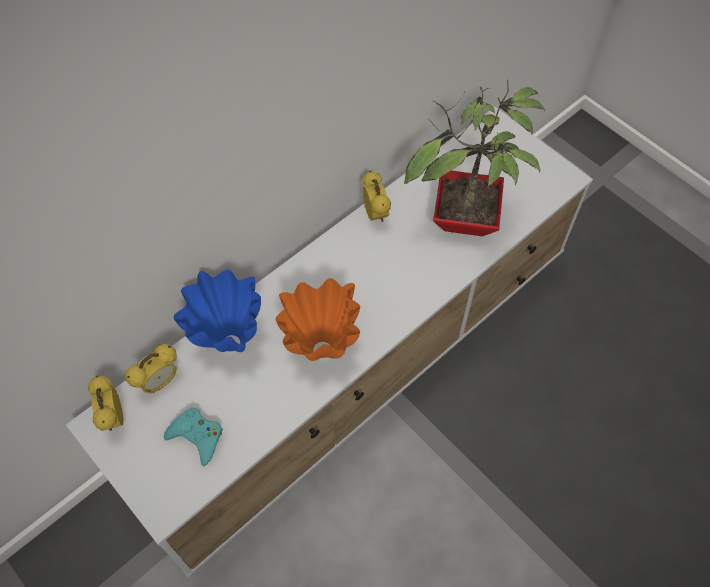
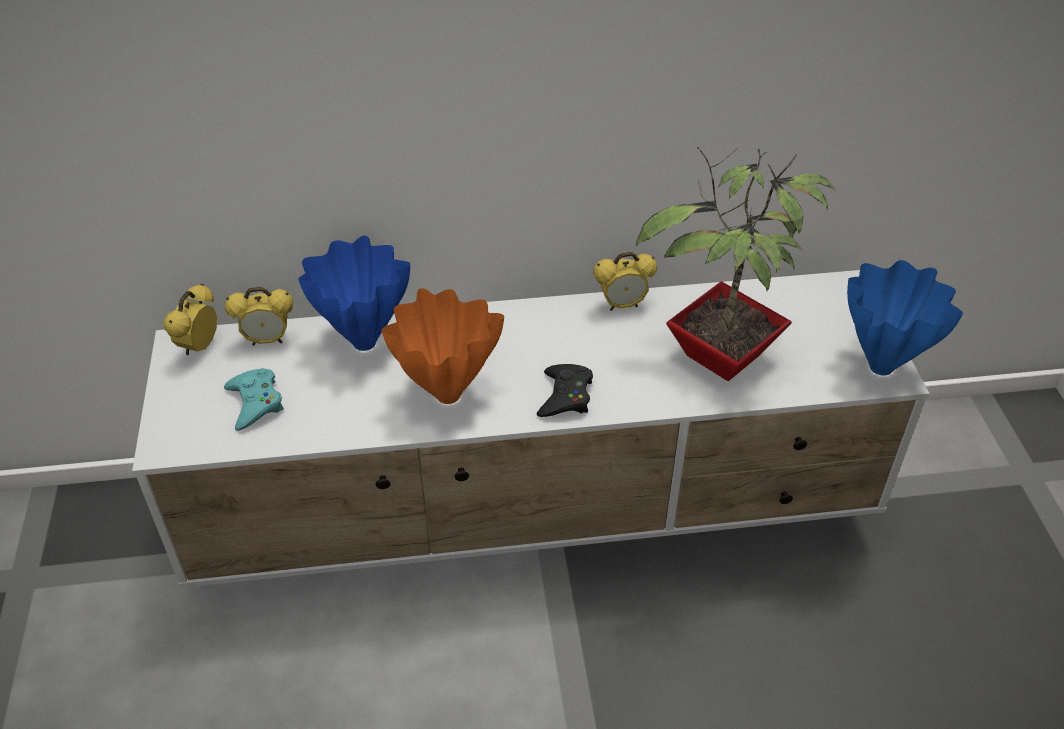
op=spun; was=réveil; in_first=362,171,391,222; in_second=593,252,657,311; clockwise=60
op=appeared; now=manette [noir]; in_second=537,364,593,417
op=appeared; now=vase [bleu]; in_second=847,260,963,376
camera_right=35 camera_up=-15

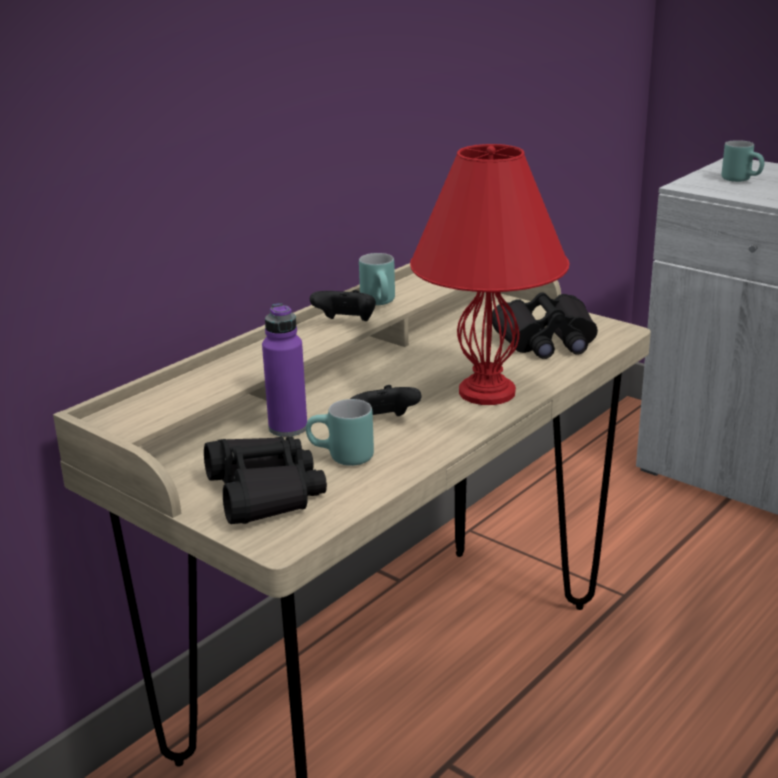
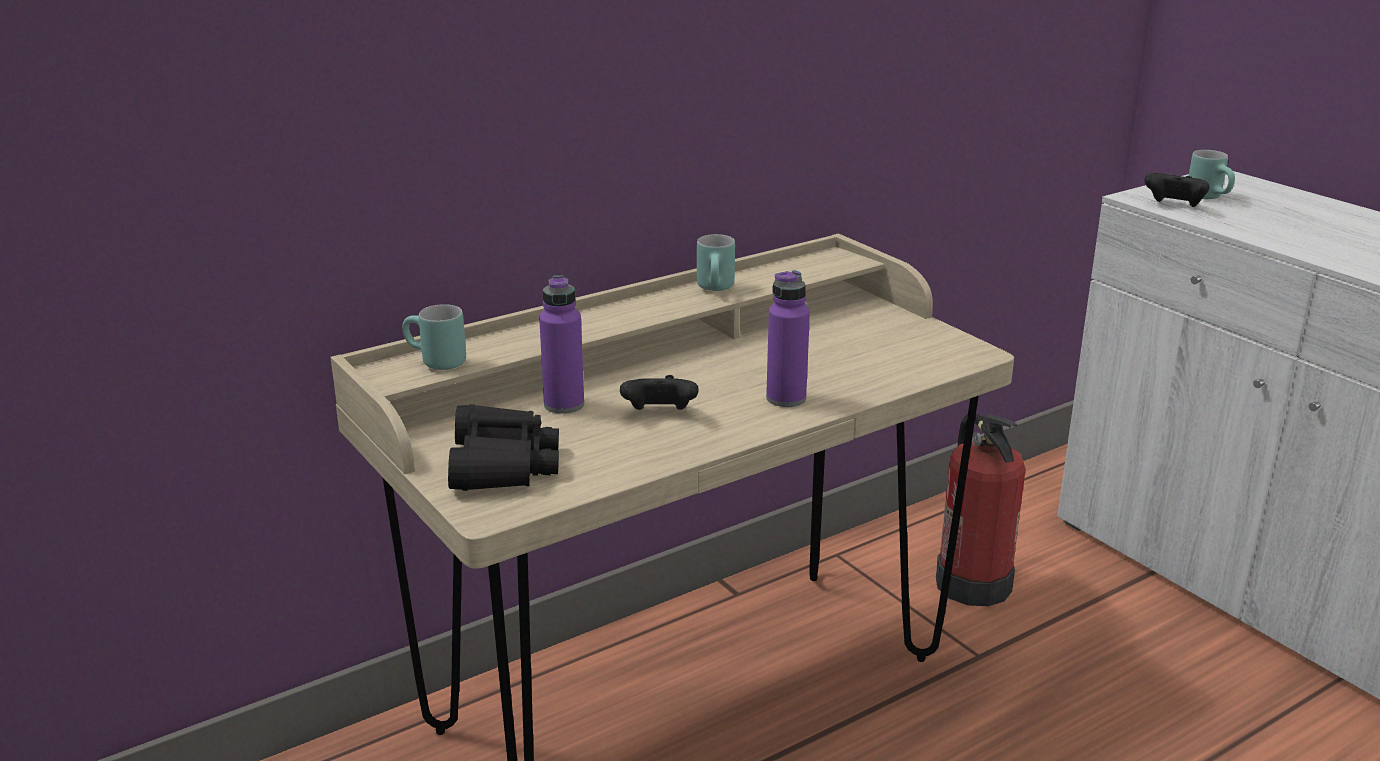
op=relocated; was=mug [turquoise]; in_first=306,399,374,466; in_second=402,304,466,370
op=relocated; was=manette [noir]; in_first=310,290,376,321; in_second=1144,173,1210,207
op=exchanged; was=lampe de table [rouge]; now=bouteille [violet]; in_first=410,144,570,405; in_second=766,270,810,407
op=missing; was=jumelles [noir]; in_first=492,292,598,359
op=appeared; now=extincteur; in_second=936,413,1026,606
camera_right=15 camera_up=0

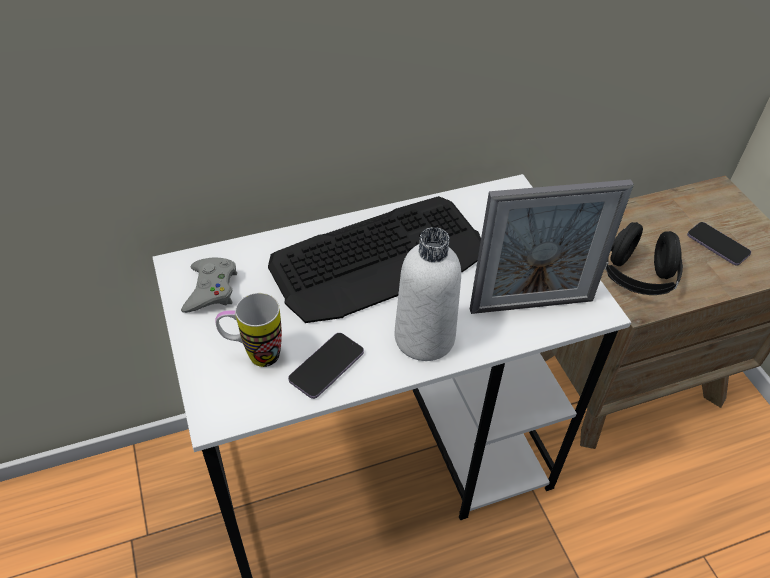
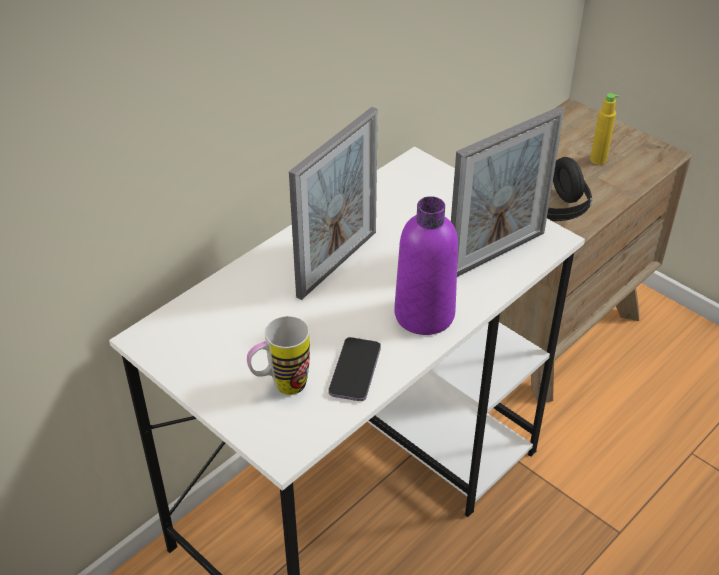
op=missing; was=manette [gris]; in_first=181,257,237,313
op=exchanged; was=clavier; now=cadre photo; in_first=268,196,481,323; in_second=289,107,378,300
op=colour; was=bouteille [blanc]; now=bouteille [violet]; in_first=394,227,461,361; in_second=394,196,458,335
op=exchanged; was=téléphone; now=bouteille [jaune]; in_first=687,222,751,266; in_second=590,93,619,165
camera_right=-25 camera_up=-5

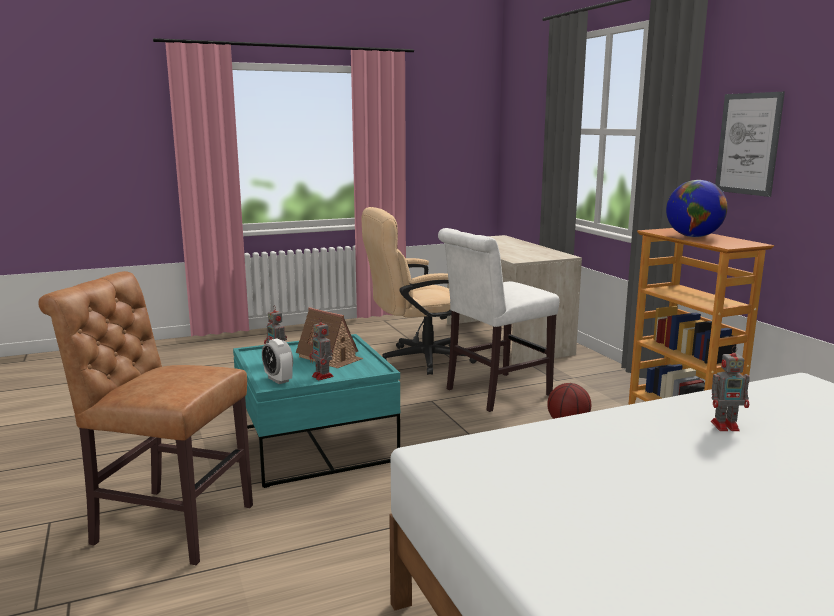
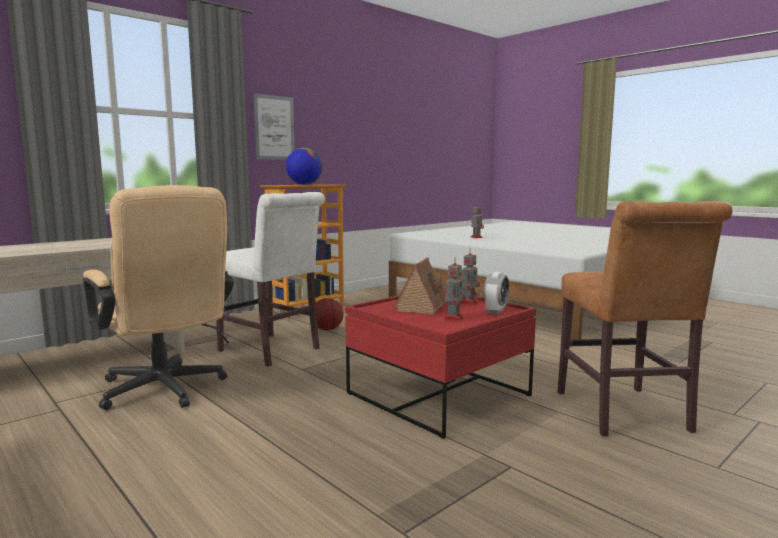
op=colour; was=table basse [turquoise]; now=table basse [rouge]; in_first=233,334,400,488; in_second=345,289,536,439
camera_right=-110 camera_up=-5

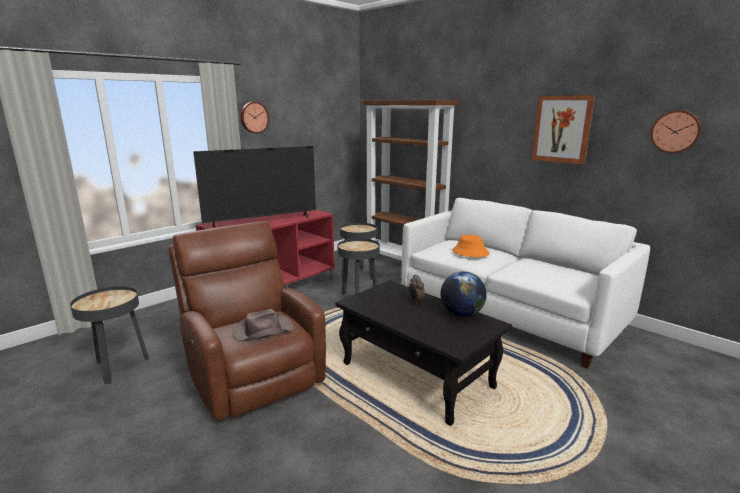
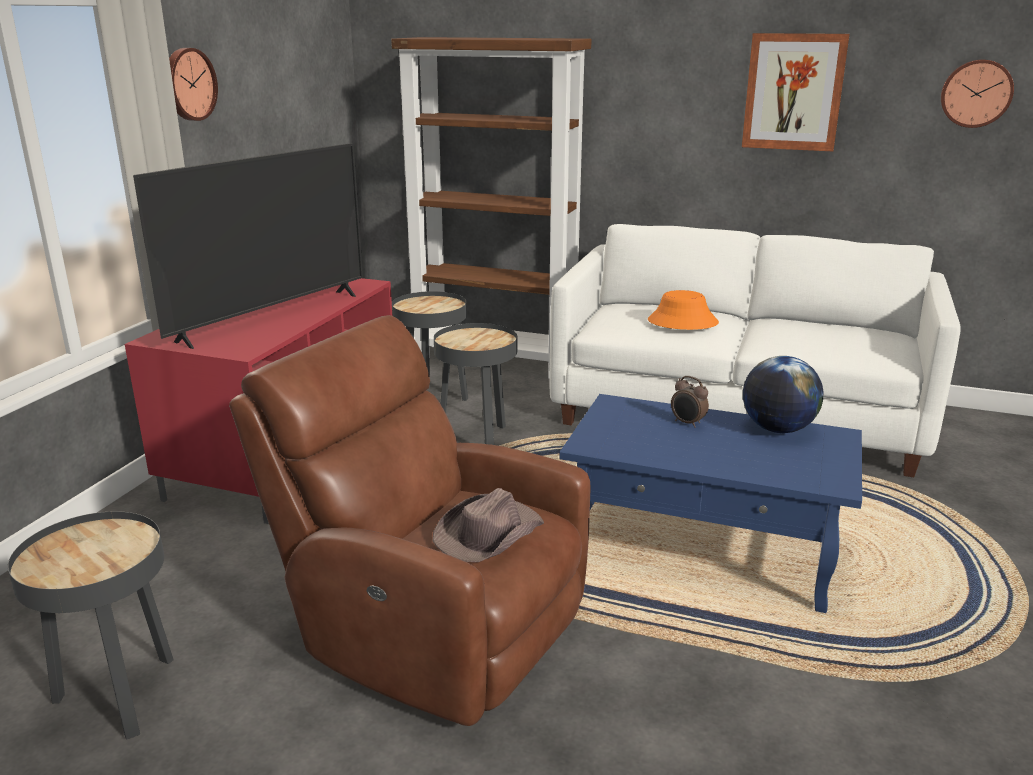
op=colour; was=table basse [noir]; now=table basse [bleu]; in_first=335,280,512,426; in_second=559,394,862,613
camera_right=-25 camera_up=5

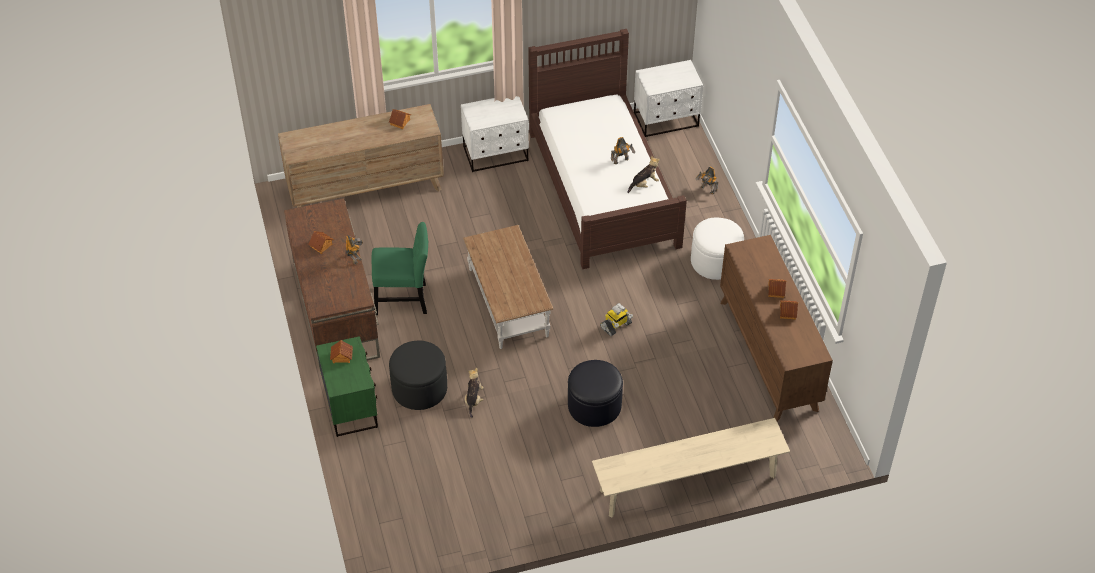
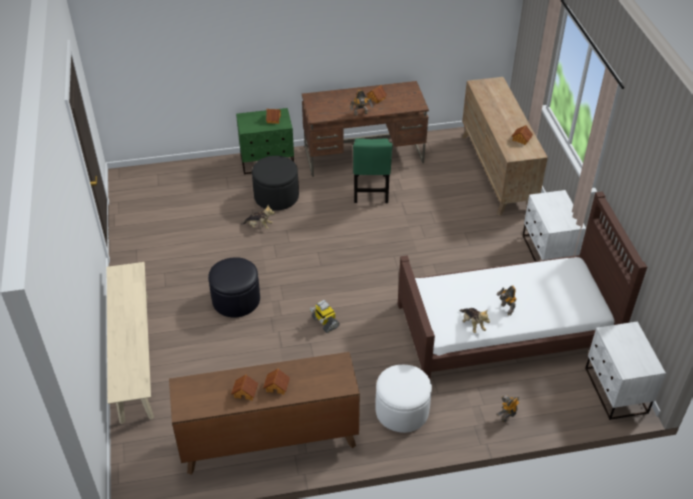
op=missing; was=table basse [marron]; in_first=463,225,553,349
camera_right=95 camera_up=-5

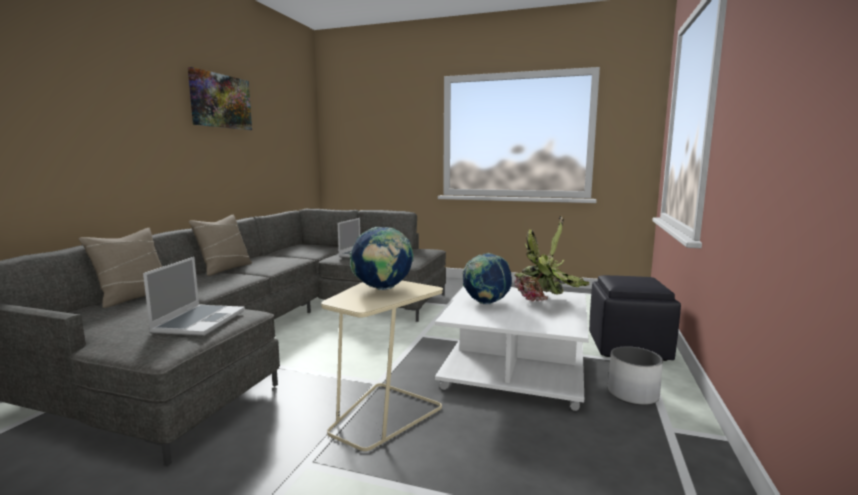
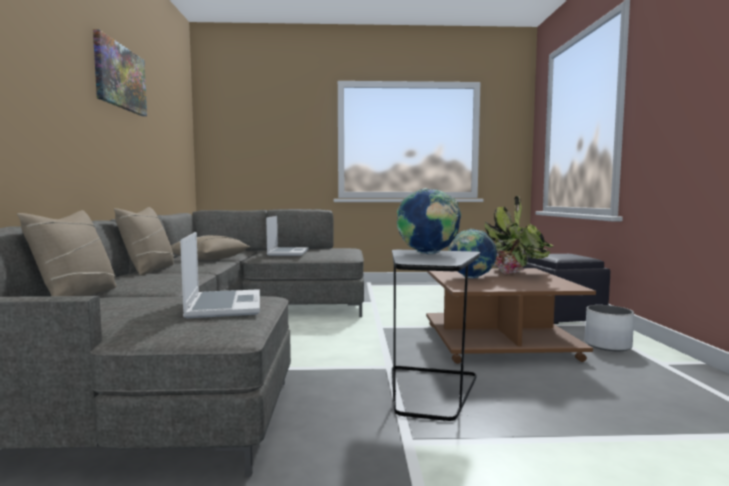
op=colour; was=table d'appoint [beige]; now=table d'appoint [noir]; in_first=321,280,443,451; in_second=392,250,480,421
op=colour; was=table basse [blanc]; now=table basse [marron]; in_first=435,288,589,411; in_second=426,268,596,364
op=appeared; now=coussin [beige]; in_second=171,235,250,260
camera_right=-20 camera_up=-5

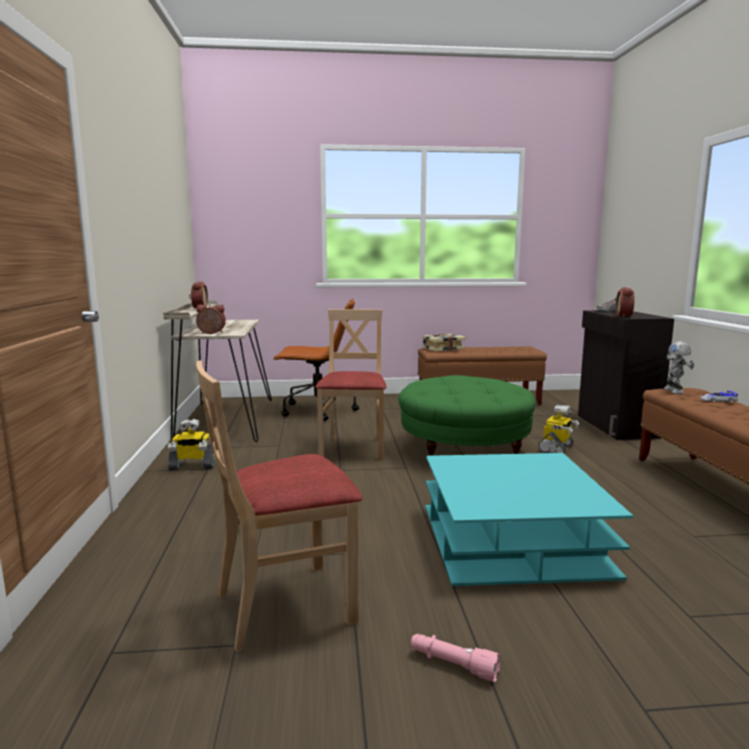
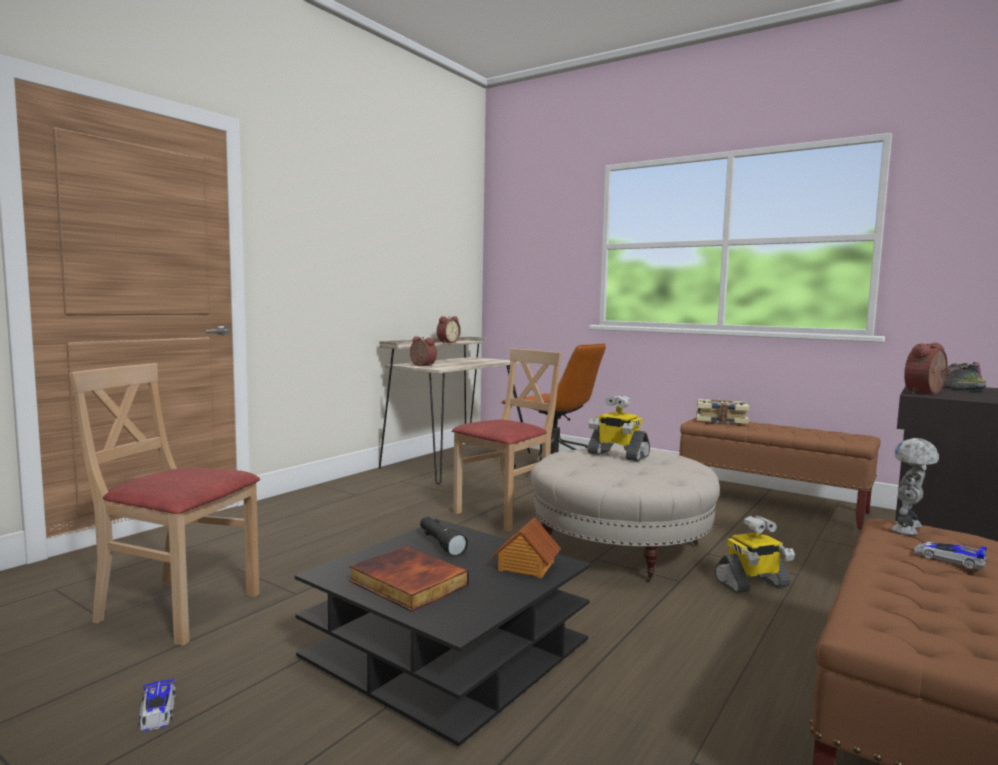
op=relocated; was=robot jouet; in_first=168,419,216,470; in_second=587,395,650,461
op=colour; was=pouf [vert]; now=pouf [beige]; in_first=398,375,536,456; in_second=531,447,720,582
op=exchanged; was=lampe de poche [rose]; now=petite voiture; in_first=411,634,501,682; in_second=139,679,176,731
op=colour; was=table basse [turquoise]; now=table basse [noir]; in_first=425,453,633,586; in_second=295,520,591,747
op=appeared; now=livre; in_second=349,546,469,612
op=appeared; now=lampe de poche [noir]; in_second=420,517,468,557
op=appeared; now=maison miniature; in_second=493,517,561,578
camera_right=40 camera_up=-5

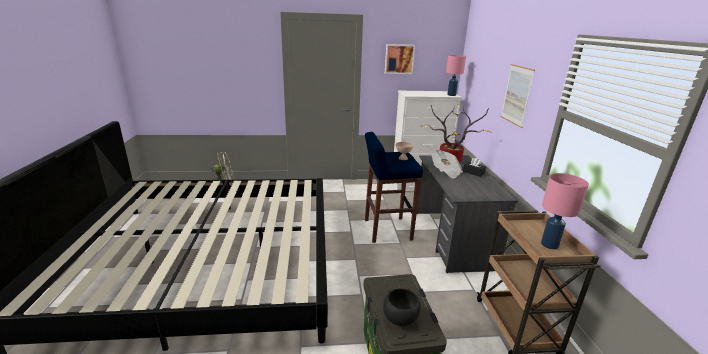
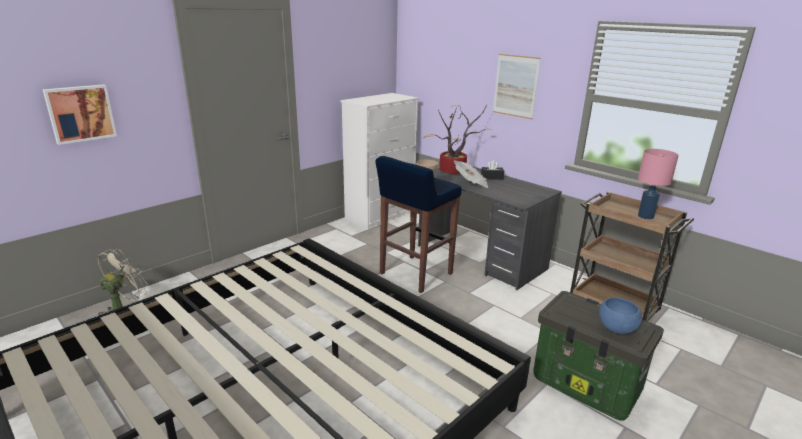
op=colour; was=bol [noir]; now=bol [bleu]; in_first=383,288,421,326; in_second=599,297,642,334
op=relocated; was=tableau; in_first=385,44,415,74; in_second=42,84,117,145
op=missing; was=lampe de table [rose]; in_first=446,55,466,96
camera_right=-40 camera_up=0

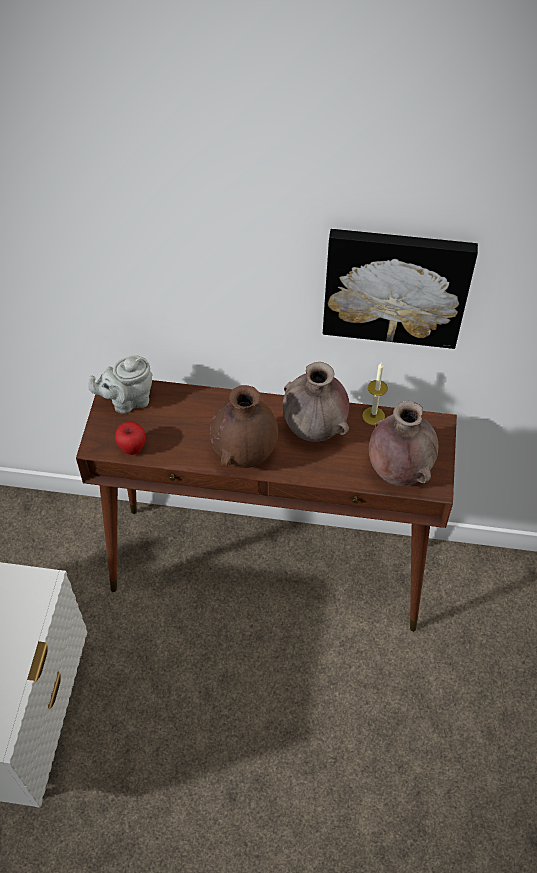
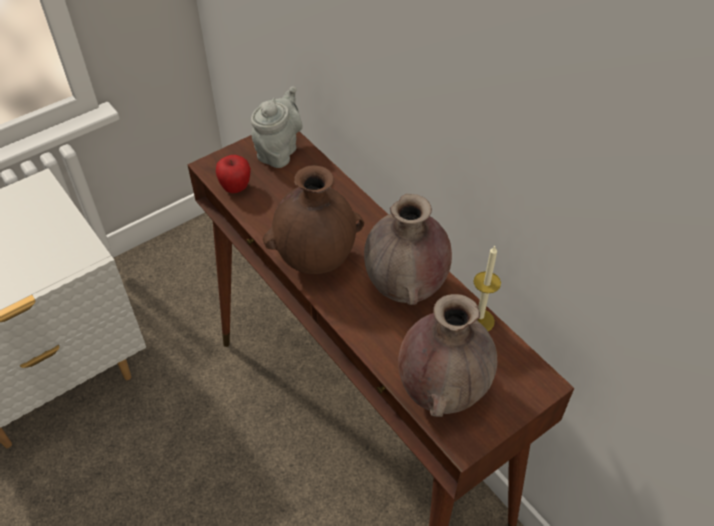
op=spun; was=théière [gris]; in_first=88,355,152,414; in_second=251,86,303,168; clockwise=90
op=missing; was=tableau; in_first=323,229,478,349
camera_right=45 camera_up=-5

